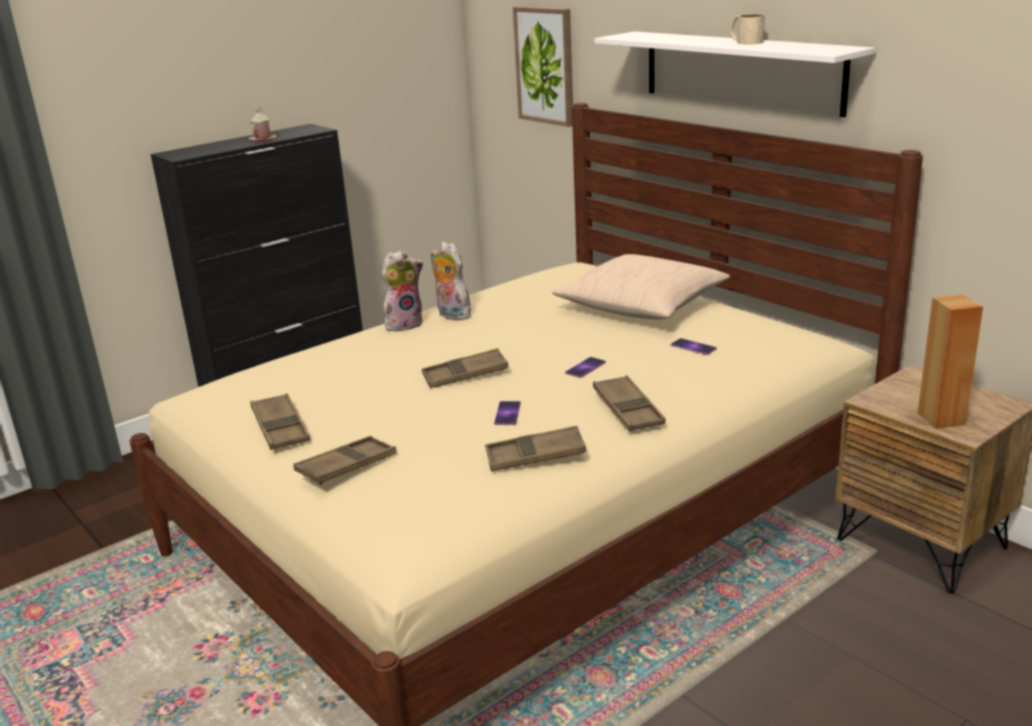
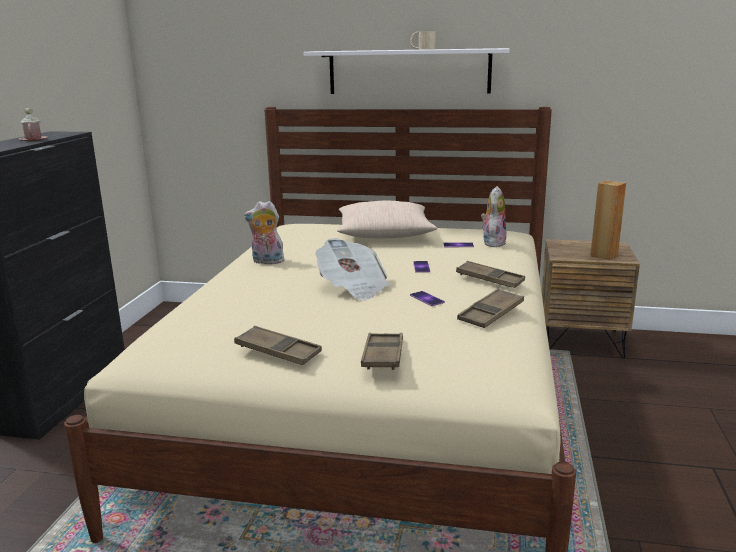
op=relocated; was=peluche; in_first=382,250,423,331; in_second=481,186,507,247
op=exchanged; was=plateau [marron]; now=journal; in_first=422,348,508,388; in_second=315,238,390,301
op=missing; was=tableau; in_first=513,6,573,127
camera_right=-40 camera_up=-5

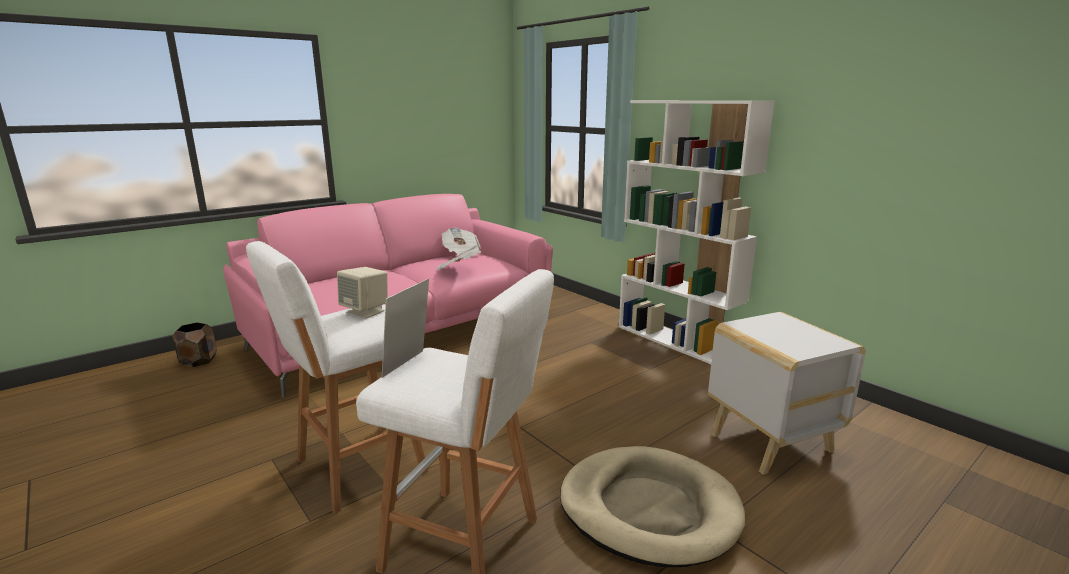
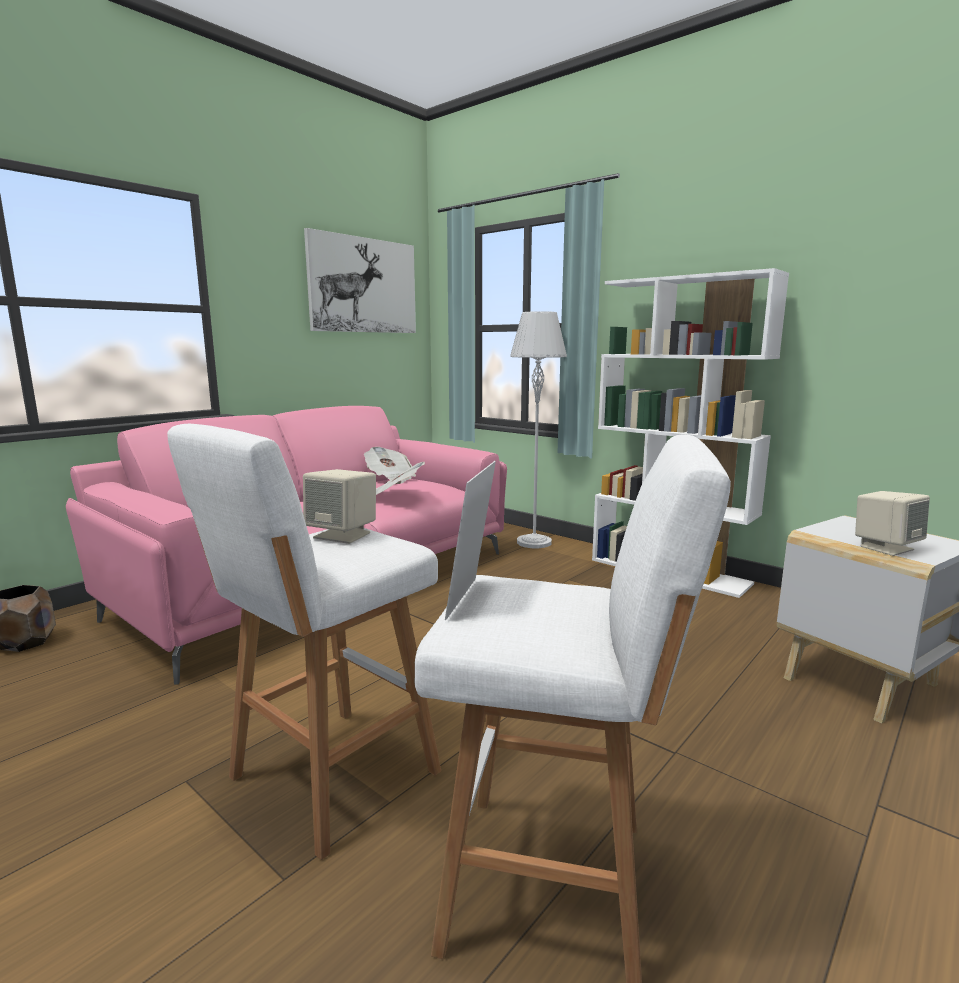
op=missing; was=panier pour chien [beige]; in_first=560,446,745,568
op=appeared; now=tableau; in_second=304,228,416,333
op=appeared; now=lampadaire [gris]; in_second=510,311,567,548
op=appeared; now=enceinte [beige]; in_second=855,491,930,556
camera_right=-10 camera_up=-5

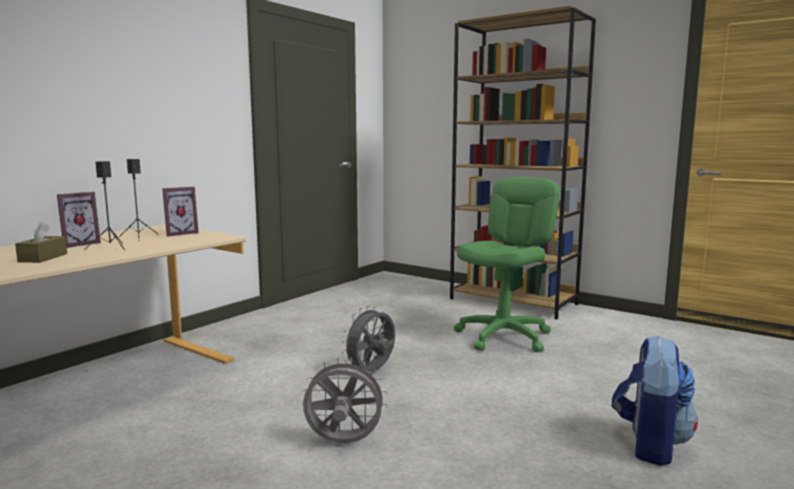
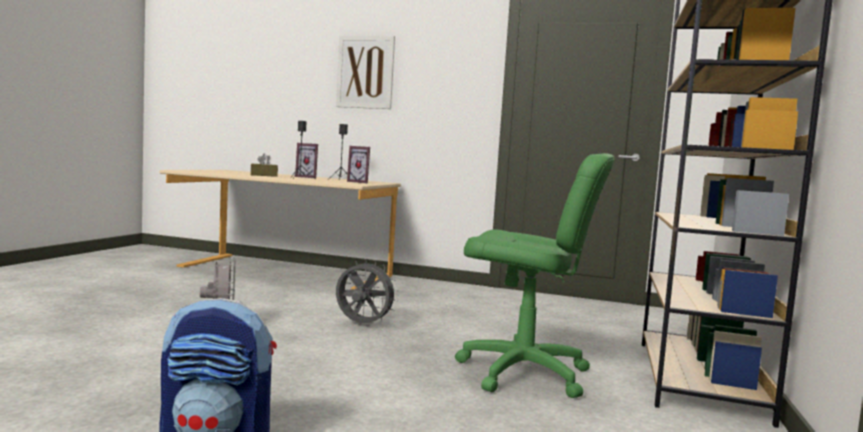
op=appeared; now=tableau; in_second=336,36,395,109
camera_right=70 camera_up=-5

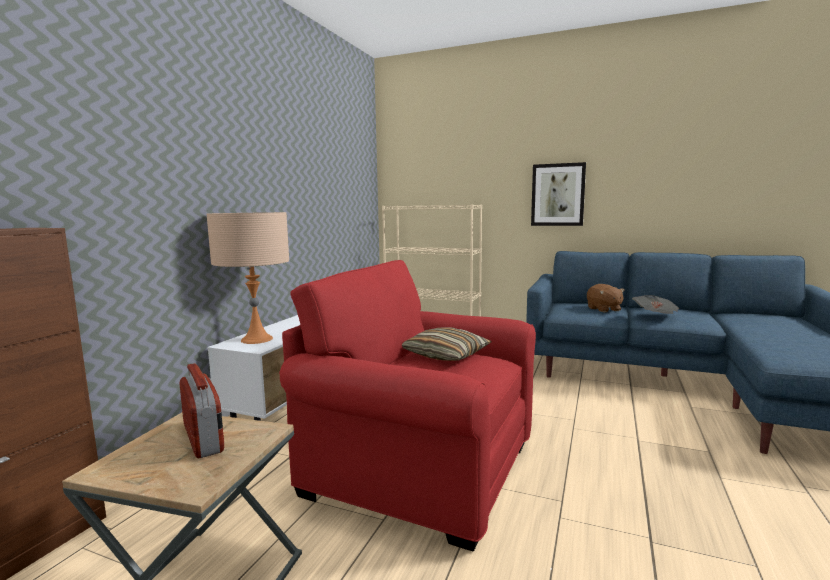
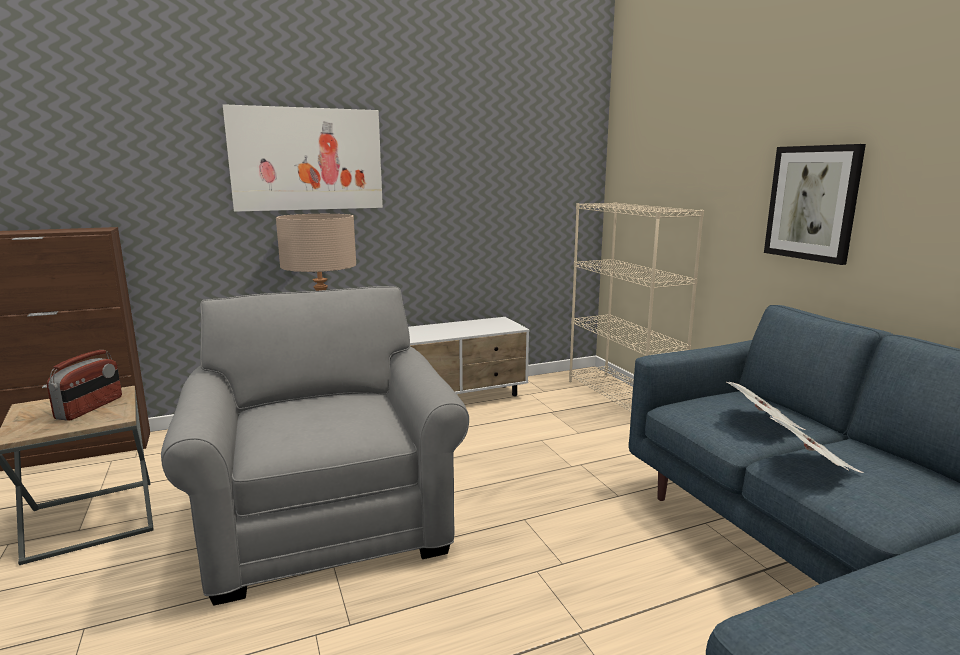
op=colour; was=fauteuil [rouge]; now=fauteuil [gris]; in_first=279,260,536,552; in_second=161,286,469,606
op=missing; was=coussin; in_first=402,327,492,361
op=exchanged; was=peluche [marron]; now=journal; in_first=587,284,624,313; in_second=727,382,806,430
op=appeared; now=tableau; in_second=223,104,383,212
camera_right=45 camera_up=5

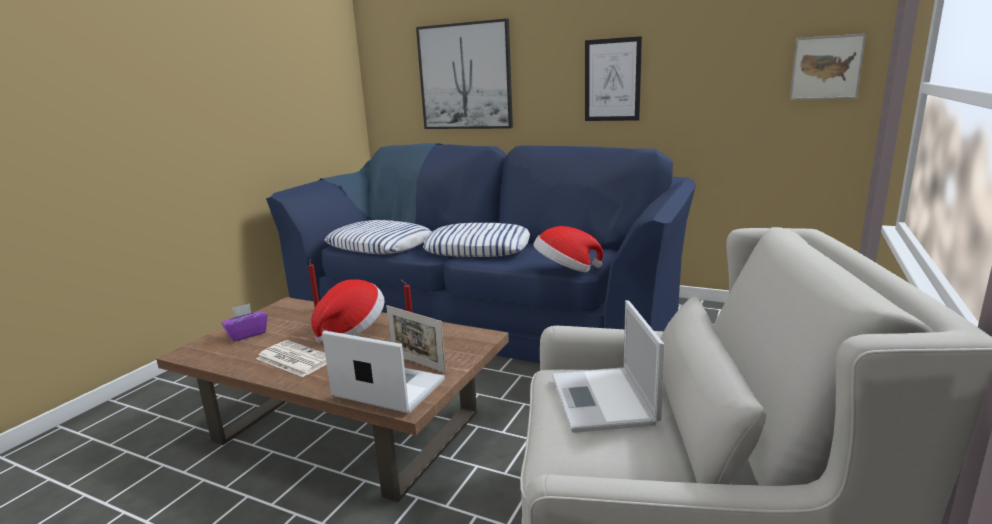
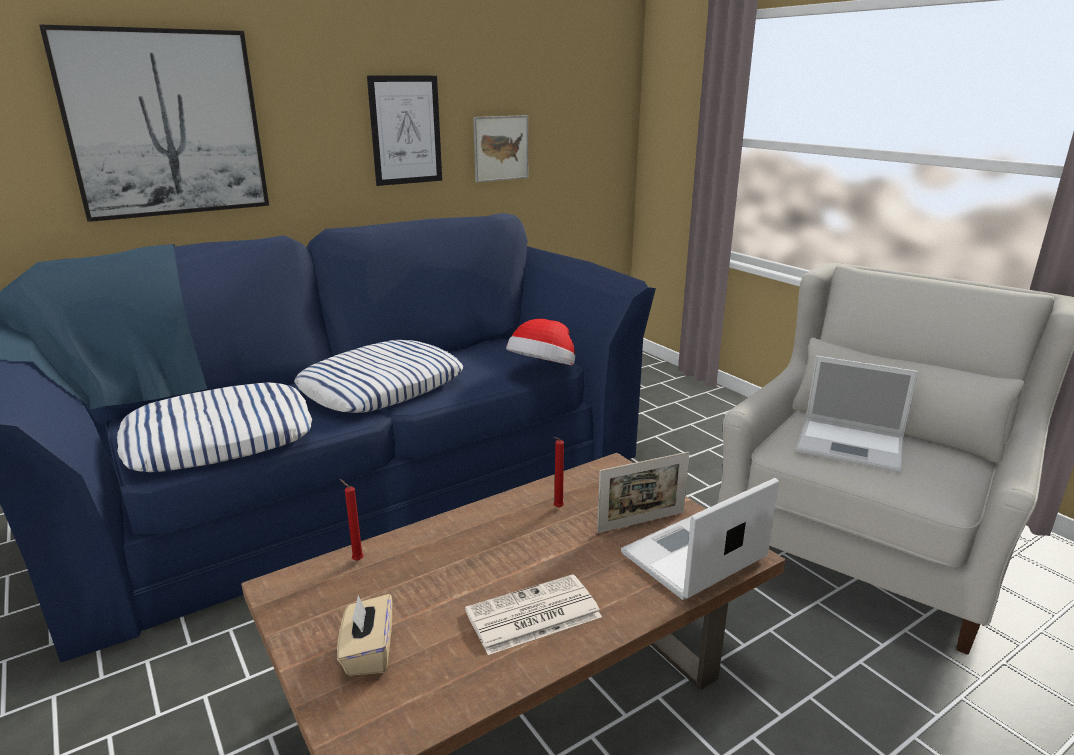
op=colour; was=boîte à mouchoirs [violet]; now=boîte à mouchoirs [beige]; in_first=221,303,267,342; in_second=337,594,392,676
op=missing; was=chapeau; in_first=311,279,385,344
op=relocated; was=tableau; in_first=790,34,866,100; in_second=473,115,528,182
camera_right=-60 camera_up=5

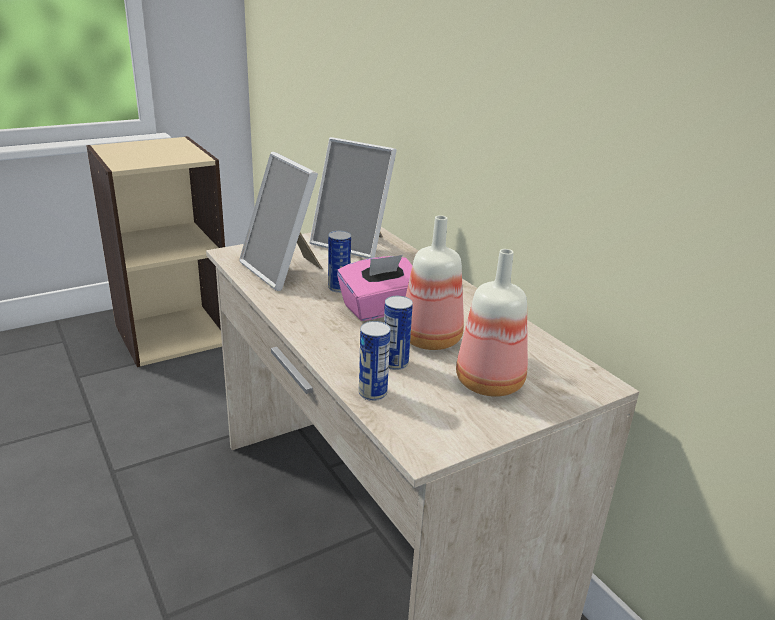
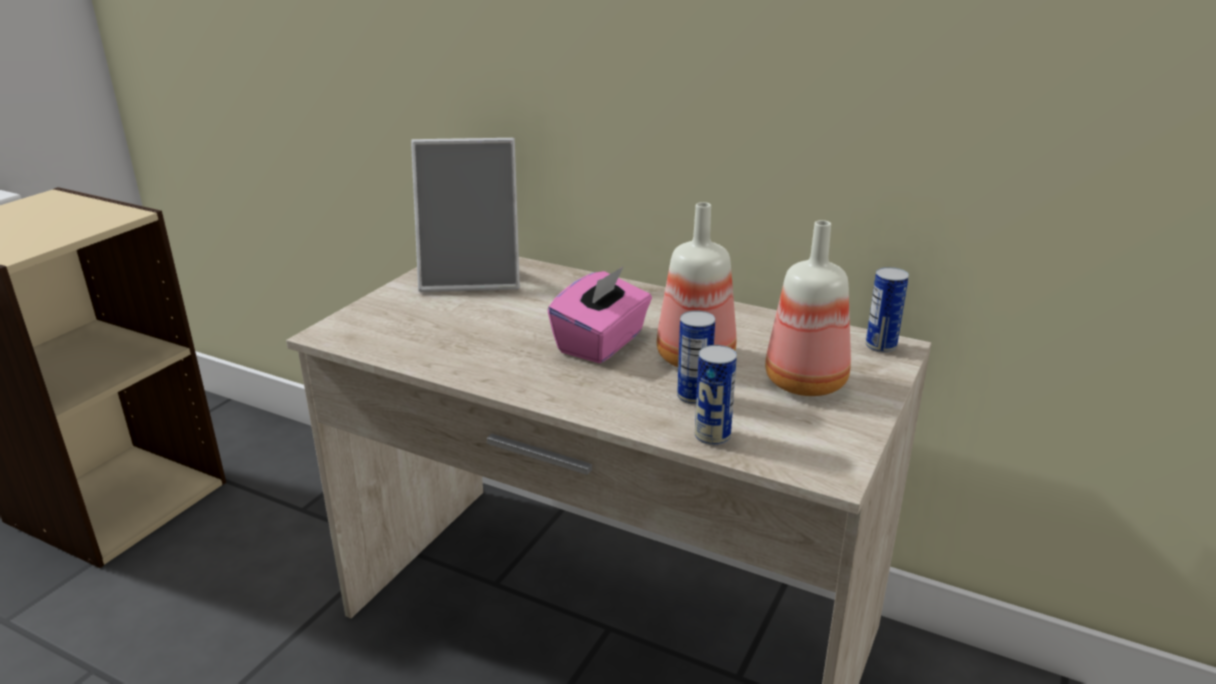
op=missing; was=cadre photo; in_first=239,152,323,291
op=relocated; was=boîte métallique; in_first=328,231,351,293; in_second=866,267,909,353
camera_right=-30 camera_up=0

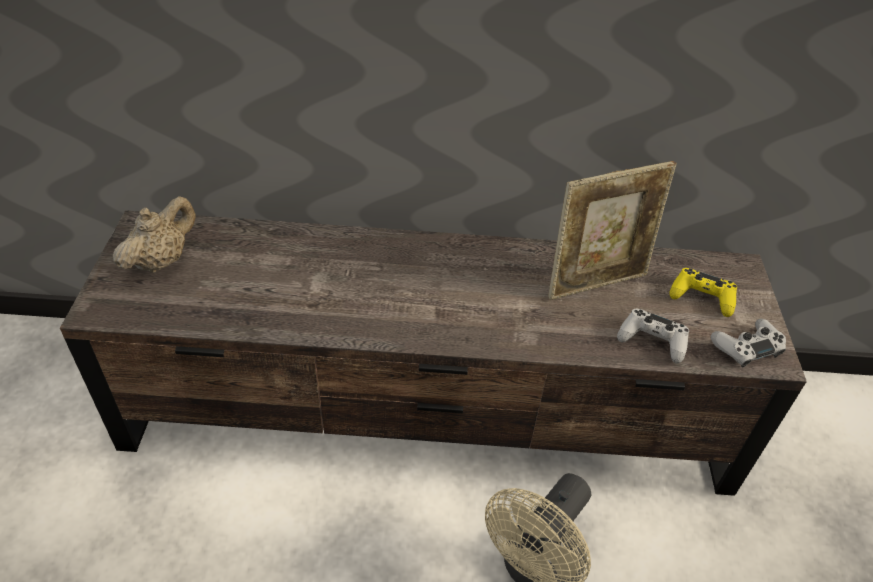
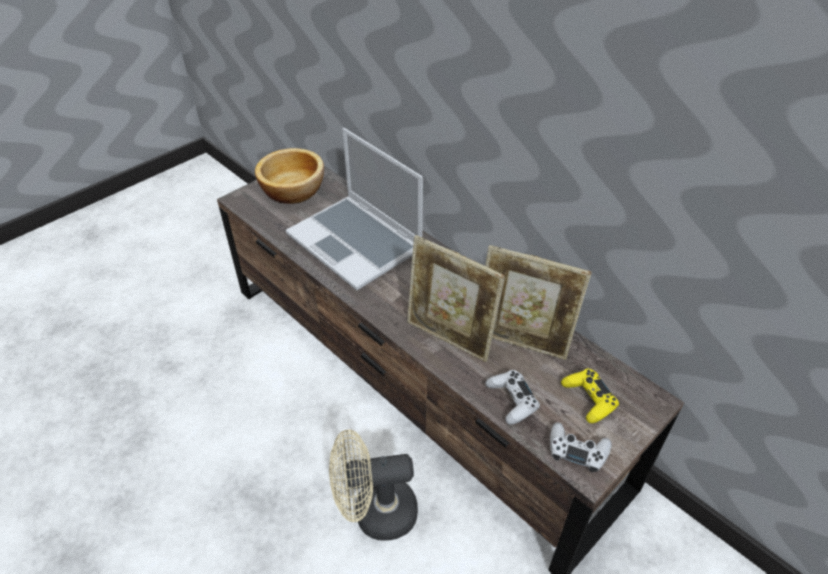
op=exchanged; was=théière [beige]; now=bol; in_first=113,196,195,273; in_second=255,148,324,204
op=appeared; now=ordinateur portable; in_second=286,128,423,291
op=appeared; now=cadre photo; in_second=407,235,505,362
camera_right=45 camera_up=0

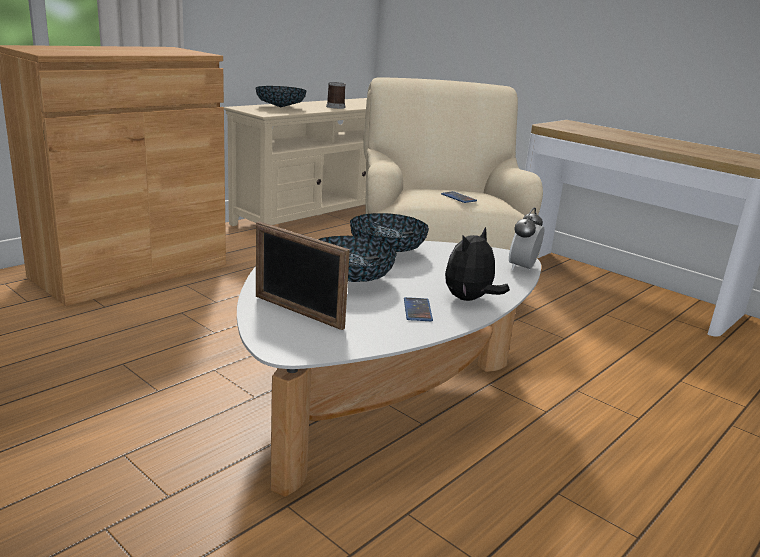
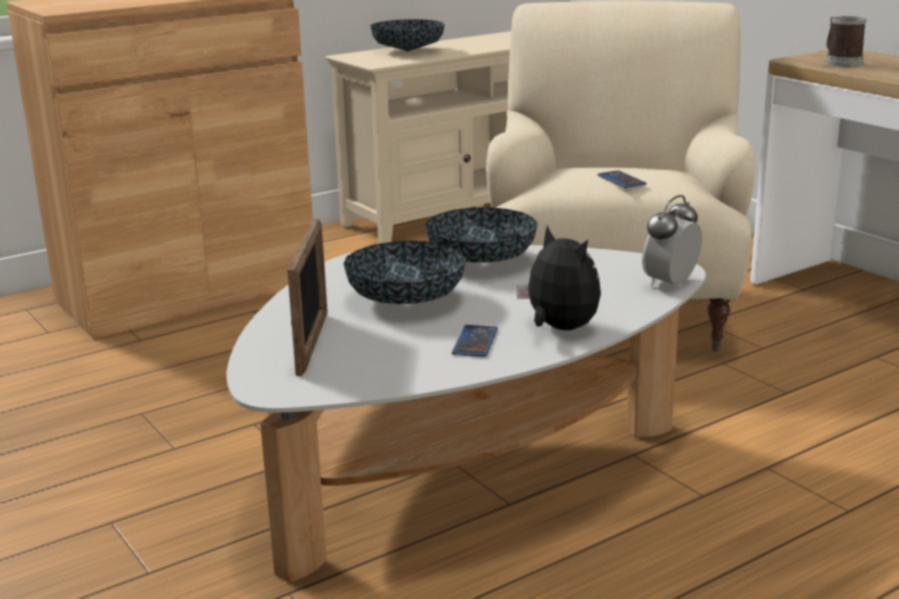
op=spun; was=cadre photo; in_first=256,221,350,330; in_second=287,219,328,376; clockwise=-135
op=relocated; was=mug; in_first=326,82,346,109; in_second=826,16,867,67
op=spun; was=peluche; in_first=445,227,510,301; in_second=516,225,601,330; clockwise=90
camera_right=15 camera_up=0

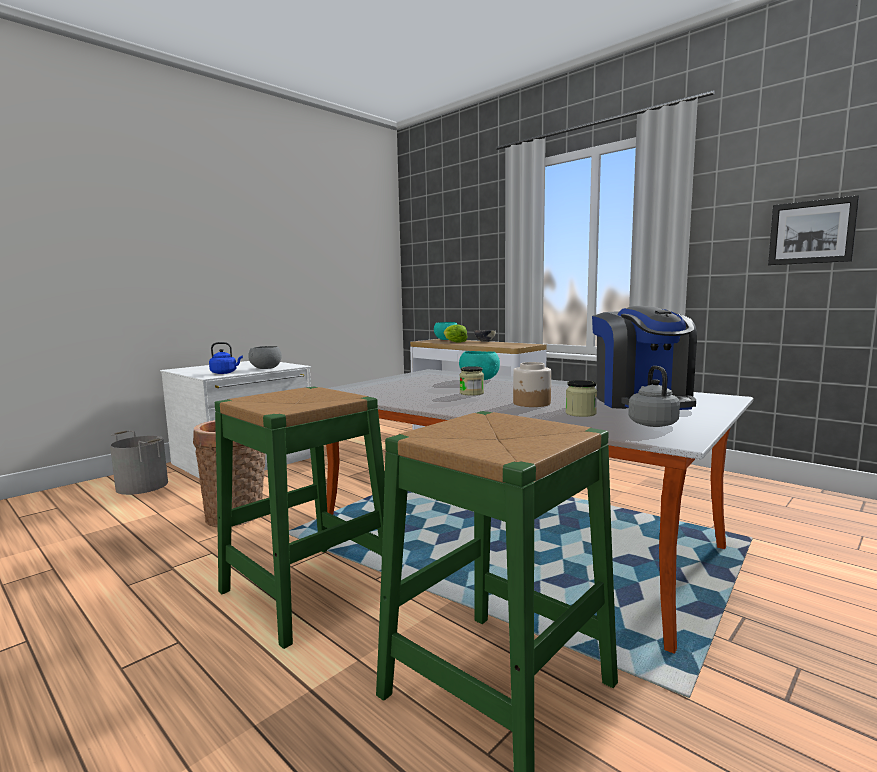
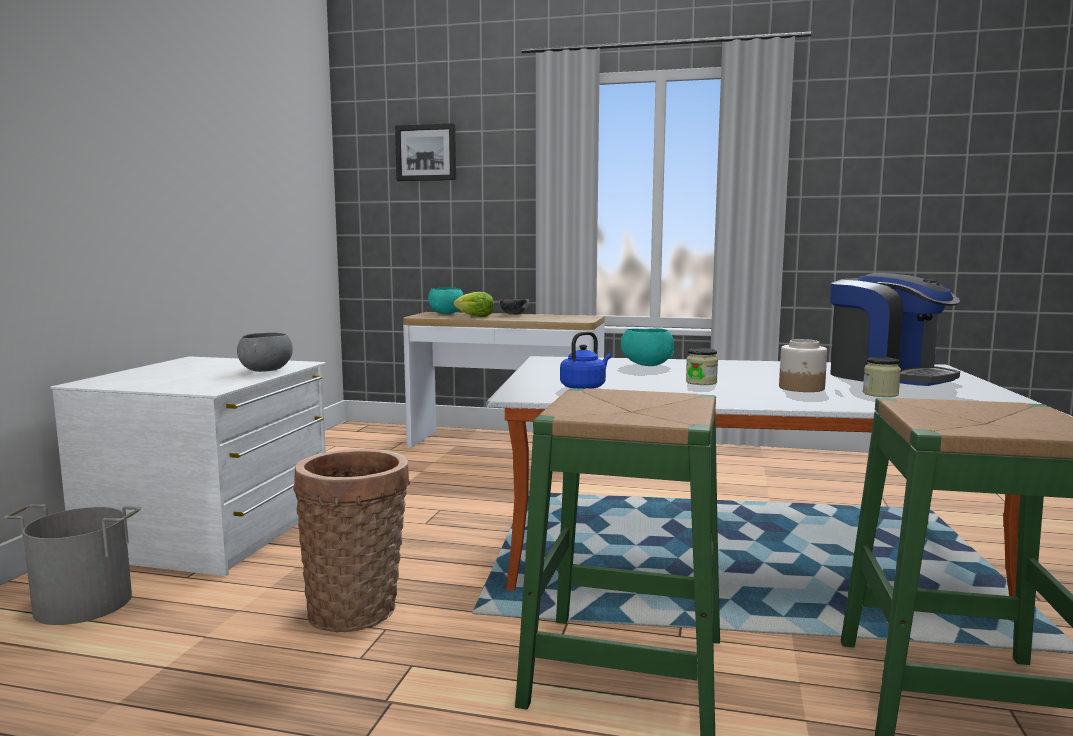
op=relocated; was=bouilloire [bleu]; in_first=209,342,243,374; in_second=560,332,611,389
op=missing; was=bouilloire [gris]; in_first=628,366,680,427
op=relocated; was=tableau; in_first=768,195,859,265; in_second=395,123,456,181
camera_right=-30 camera_up=0

